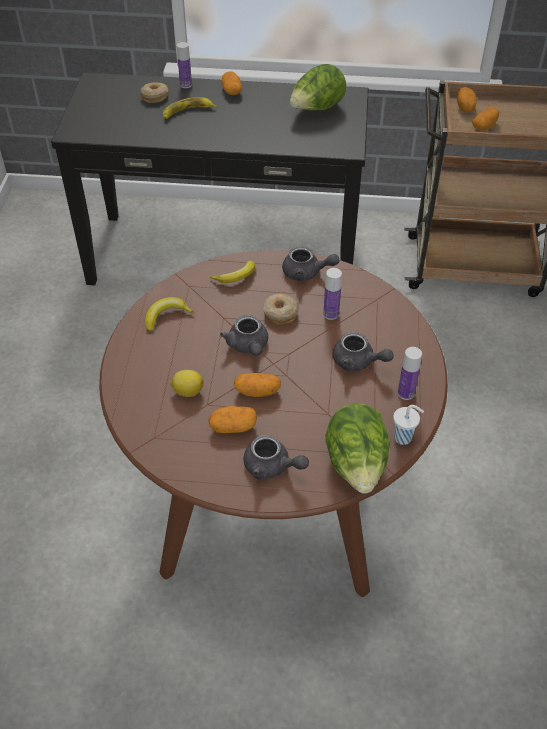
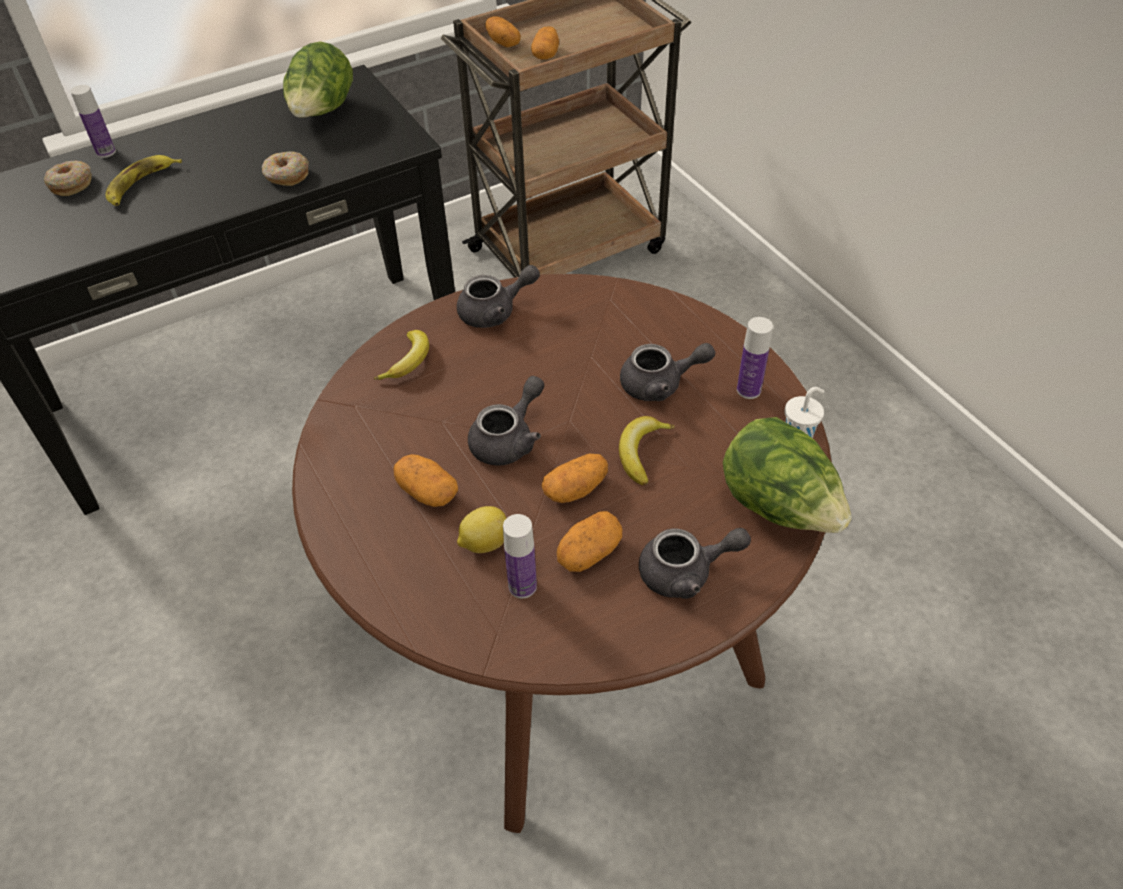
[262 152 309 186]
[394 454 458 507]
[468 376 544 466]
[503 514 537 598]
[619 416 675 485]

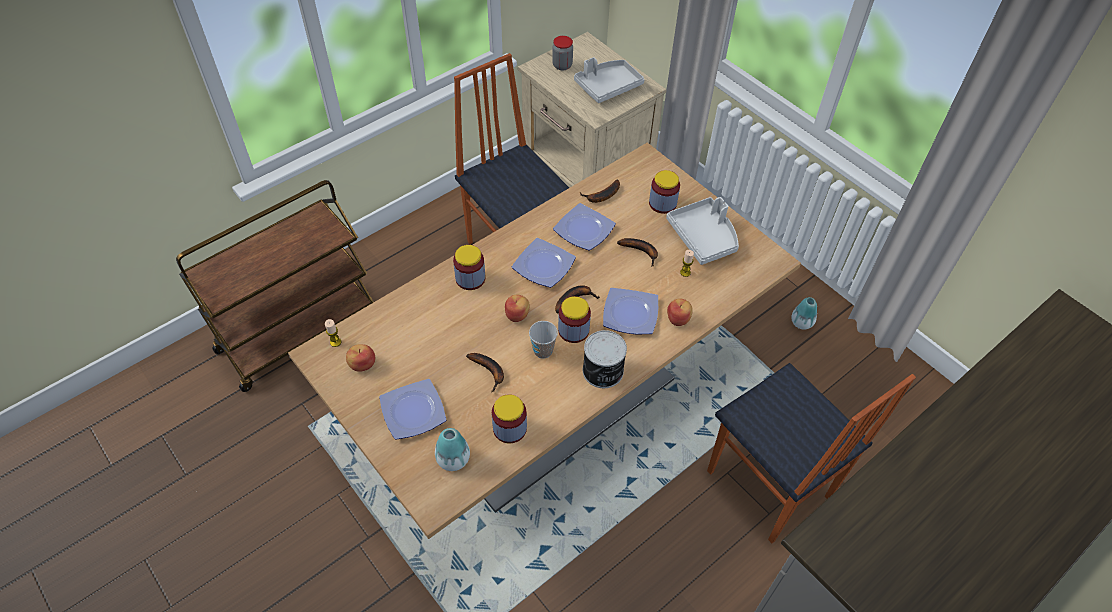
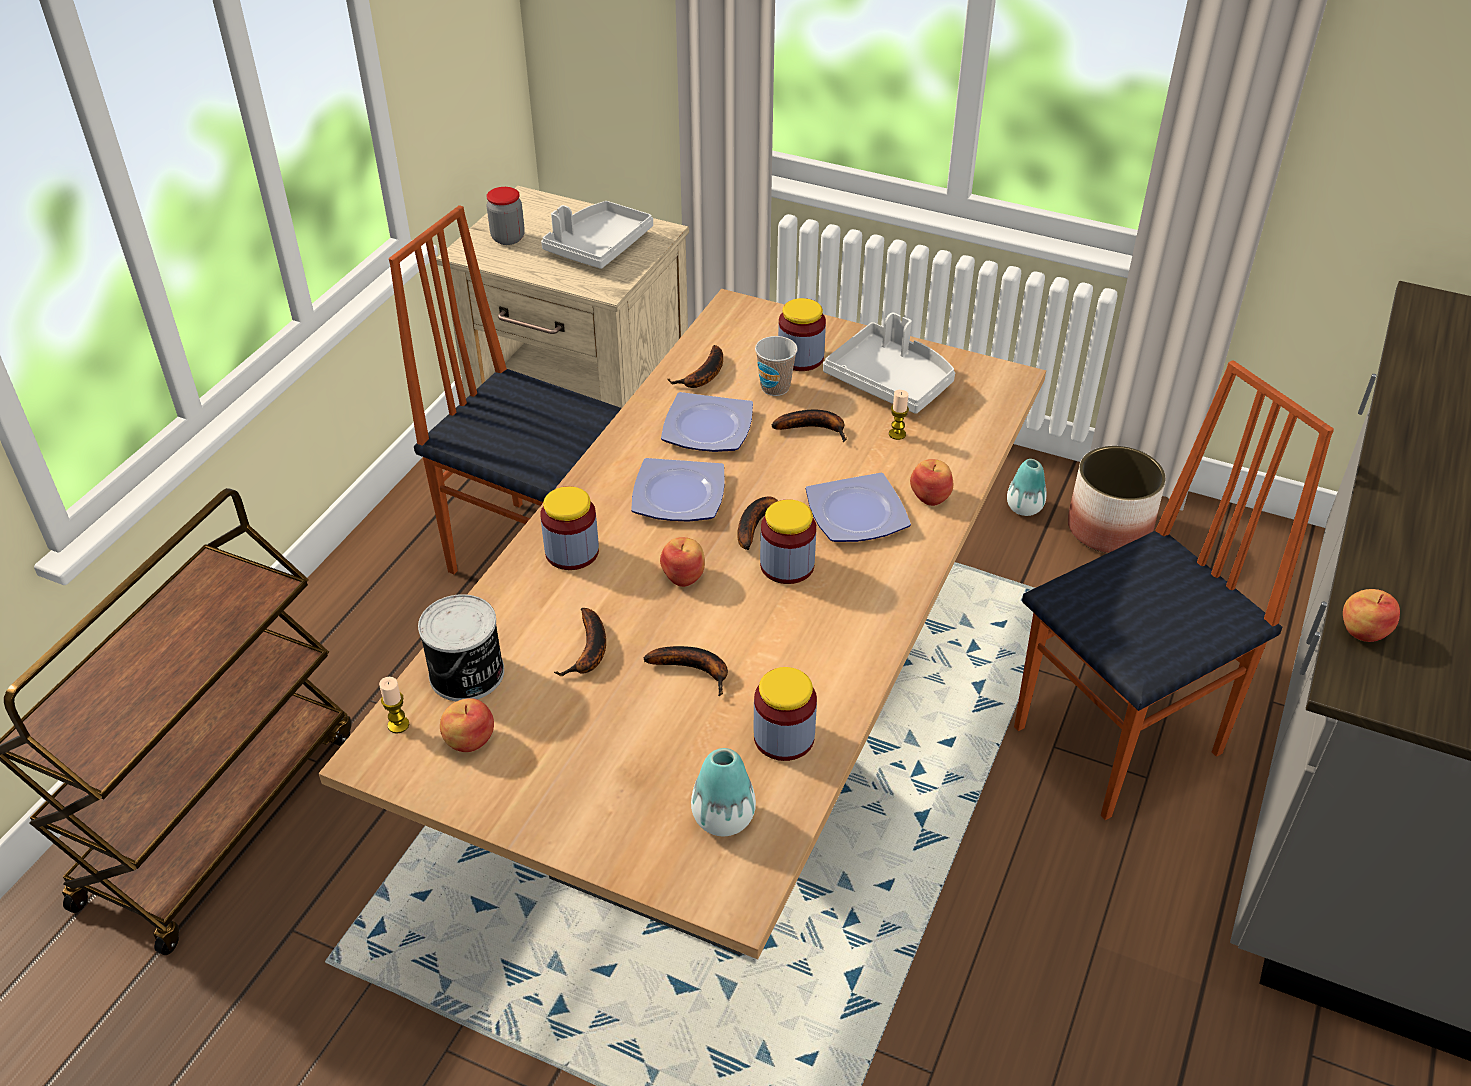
[418 594 504 701]
[554 608 606 676]
[755 336 798 396]
[1014 360 1334 820]
[1068 446 1166 553]
[1343 589 1400 642]
[379 379 446 440] (first image)

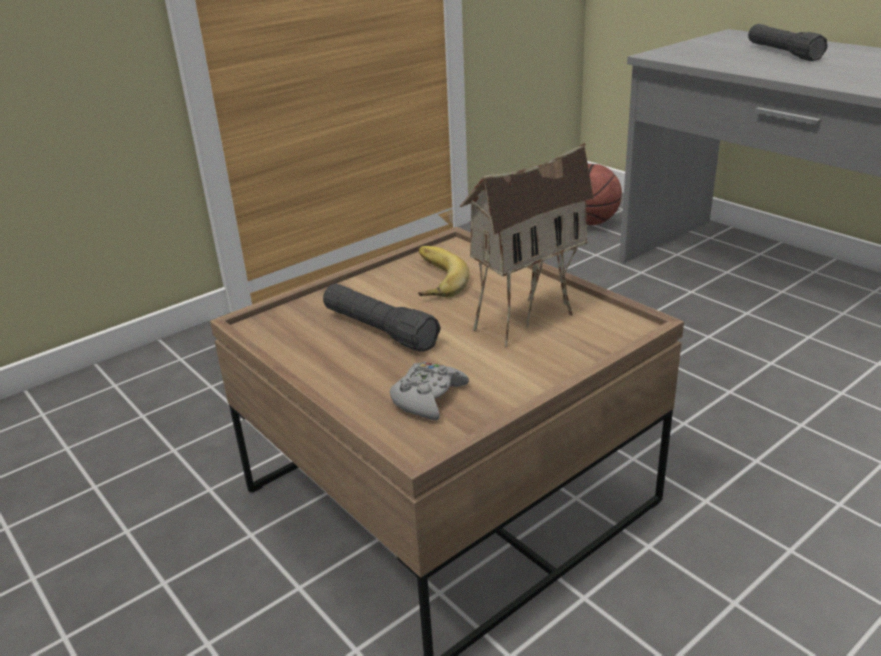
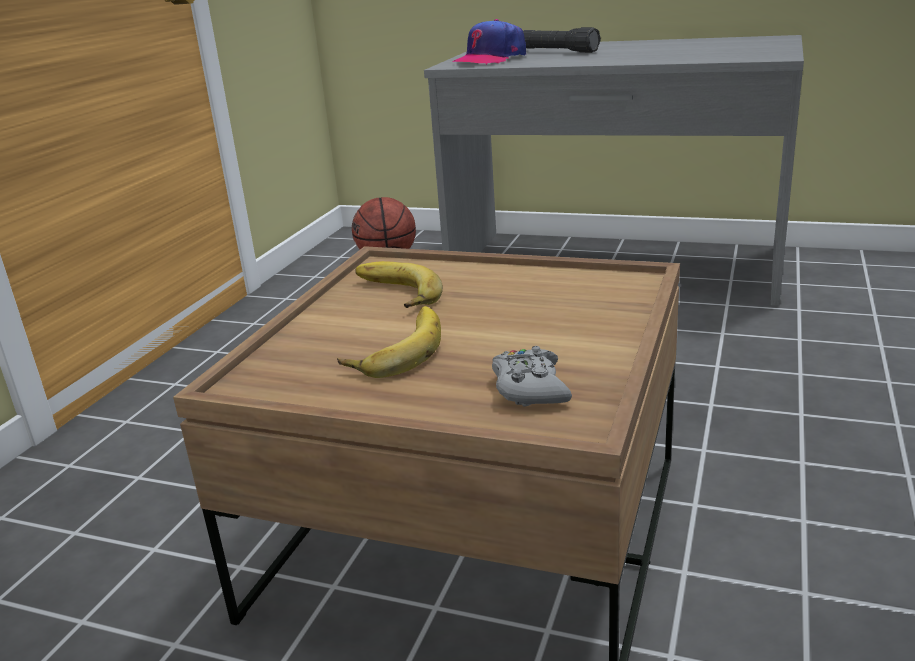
[337 306 441 378]
[453 19 526 65]
[460 143 594 347] (first image)

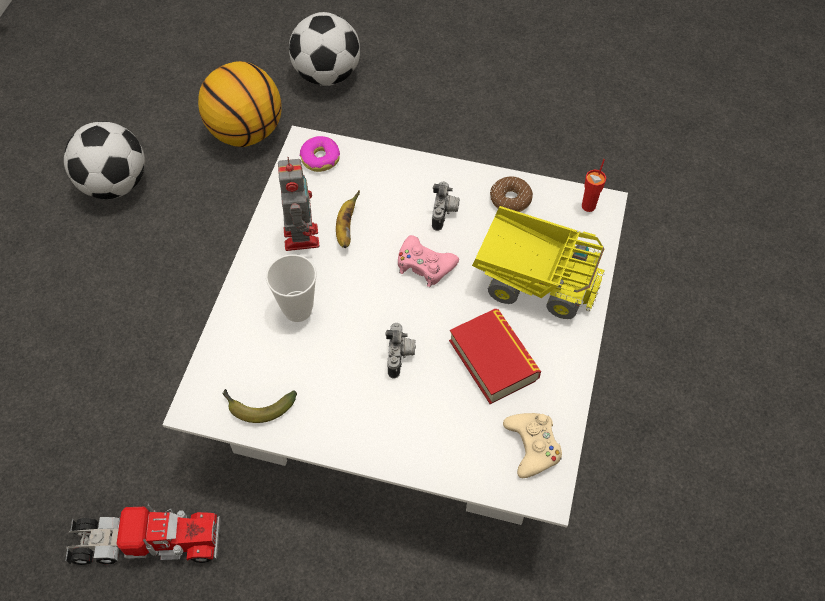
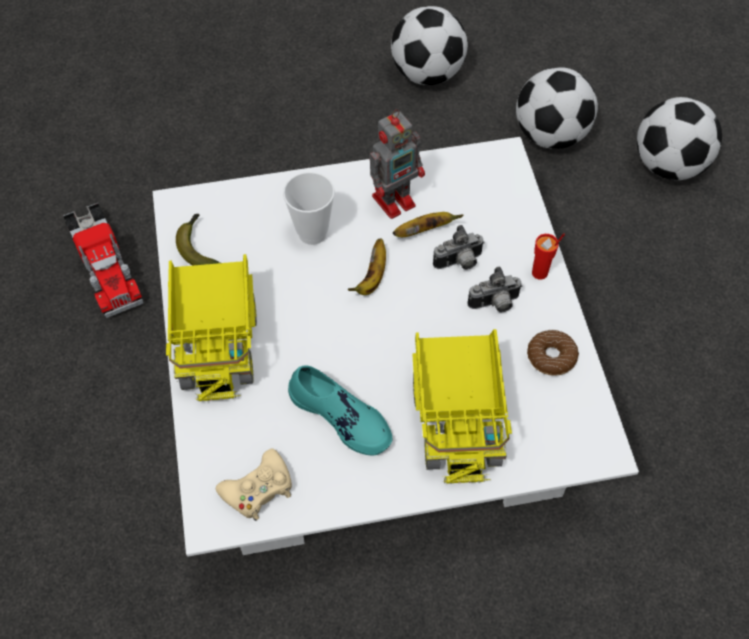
[166 254 257 401]
[288 365 392 455]
[348 239 386 295]
[433 225 485 270]
[516 67 598 149]
[532 233 565 280]
[300 136 340 172] (first image)
[398 235 459 287] (first image)

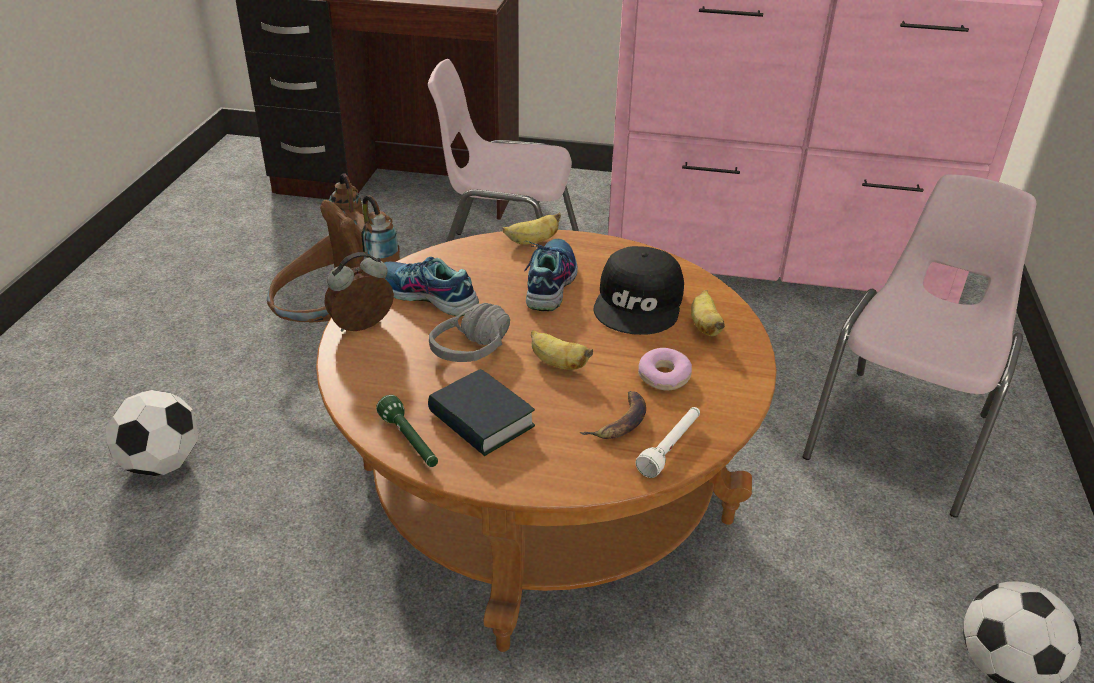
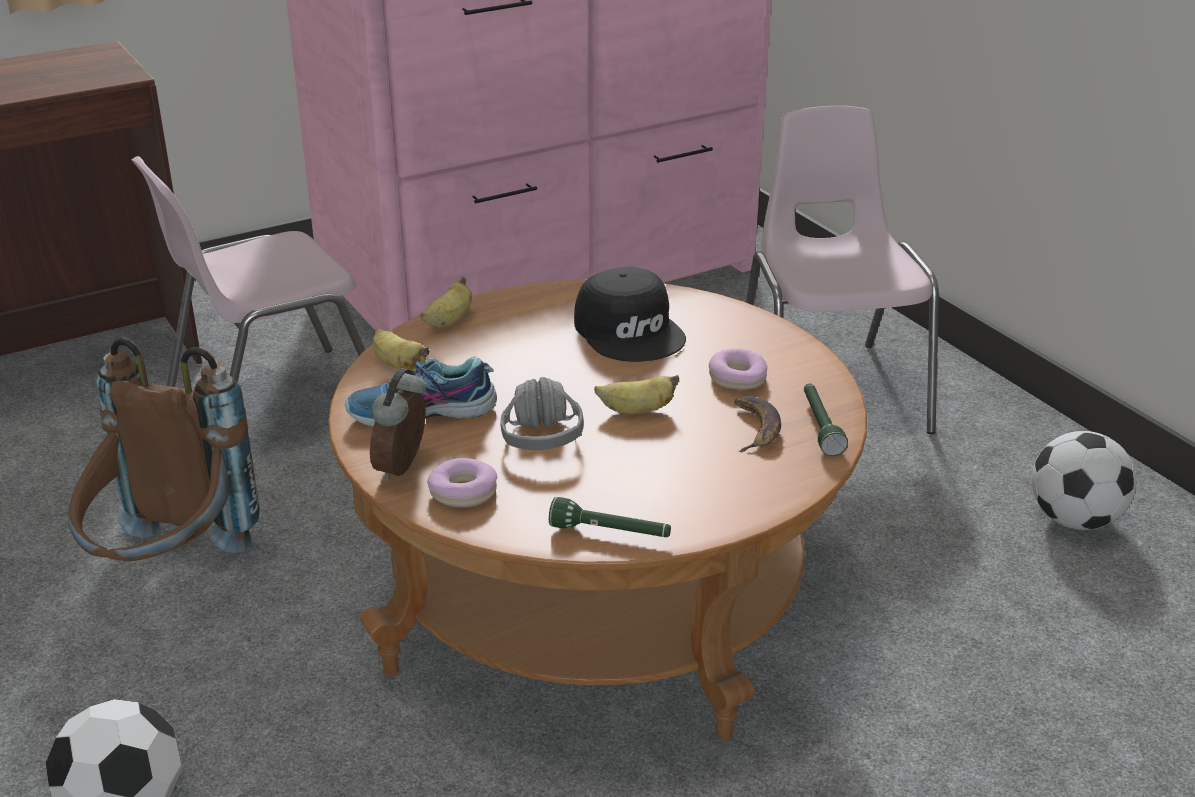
[373 328 430 371]
[427 458 497 508]
[804 384 848 456]
[428 369 535 456] (first image)
[524 239 578 311] (first image)

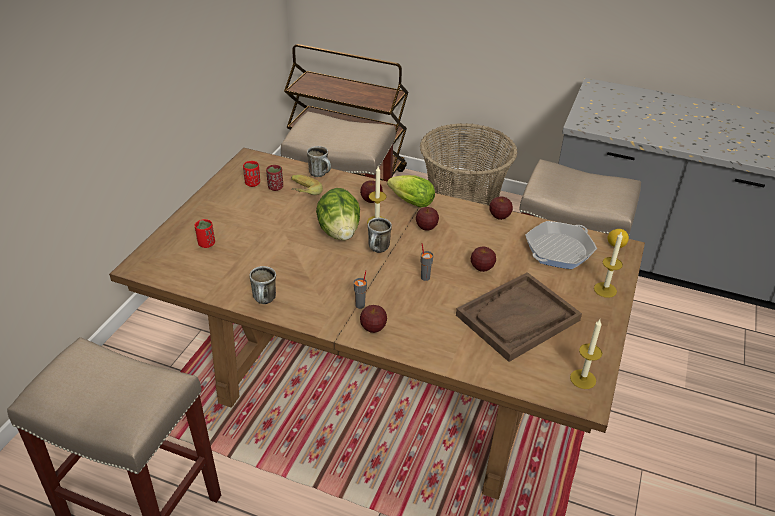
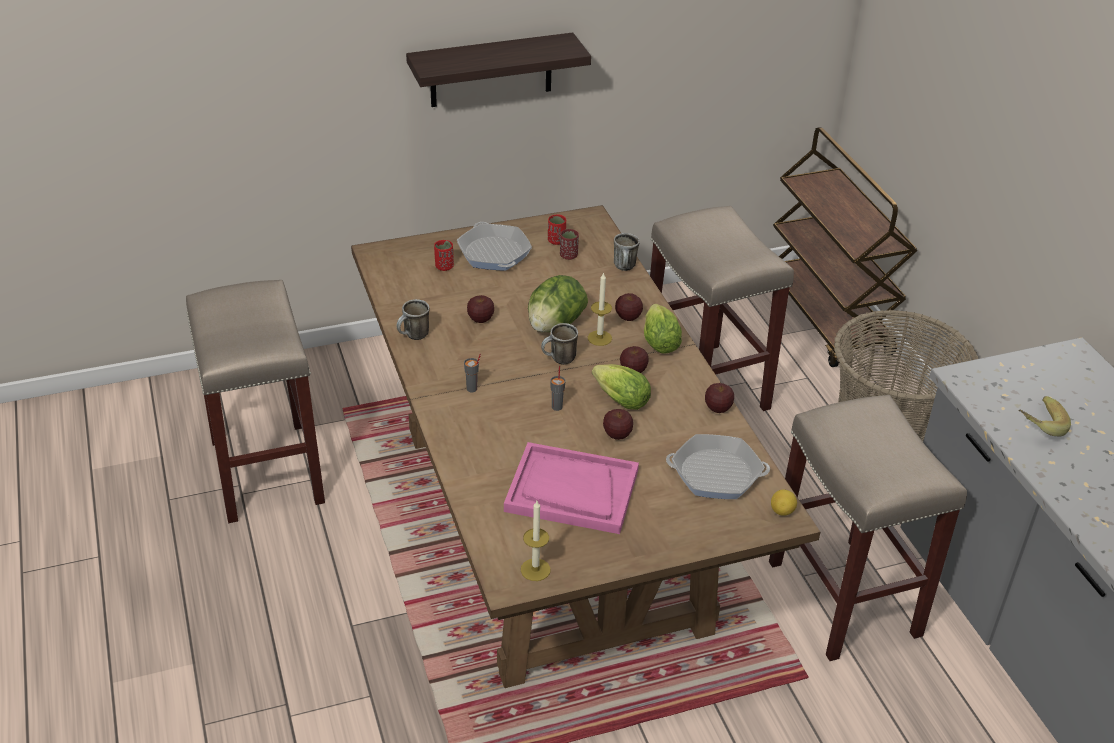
[406 33 591 107]
[457 222 532 271]
[467 295 494 323]
[504 442 639 534]
[592 364 651 410]
[1018 396 1071 437]
[594 231 623 298] (first image)

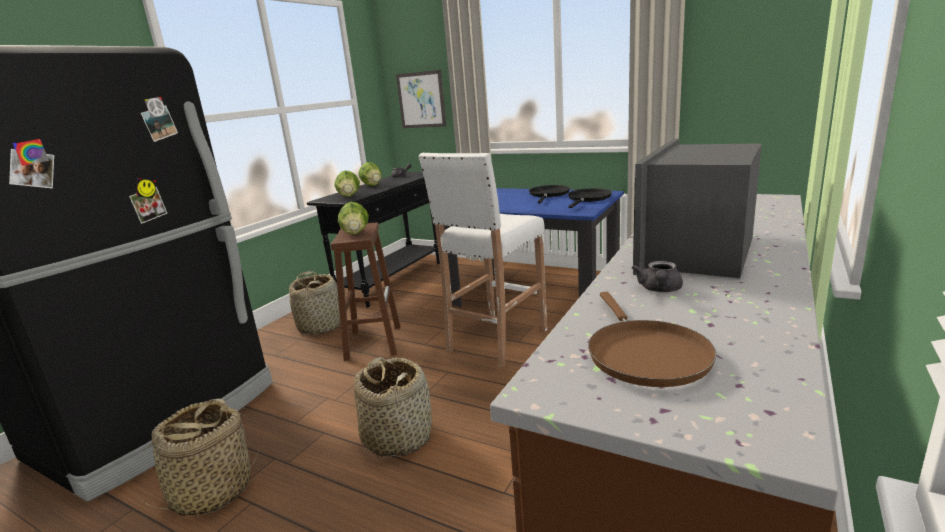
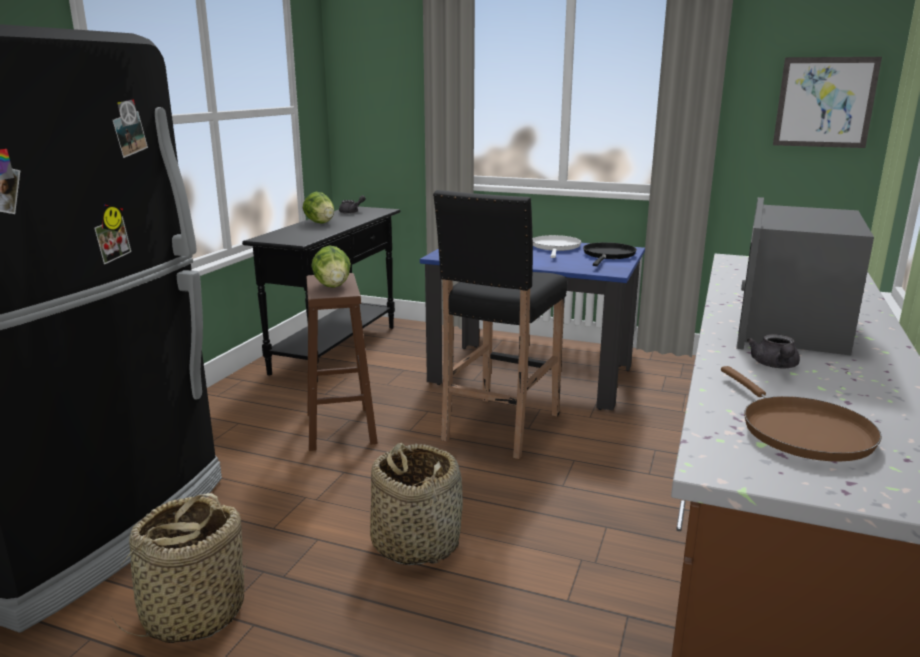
[433 190 567 459]
[533 235 582 258]
[773 57 882 148]
[289 271 340 335] (first image)
[334 170 360 197] (first image)

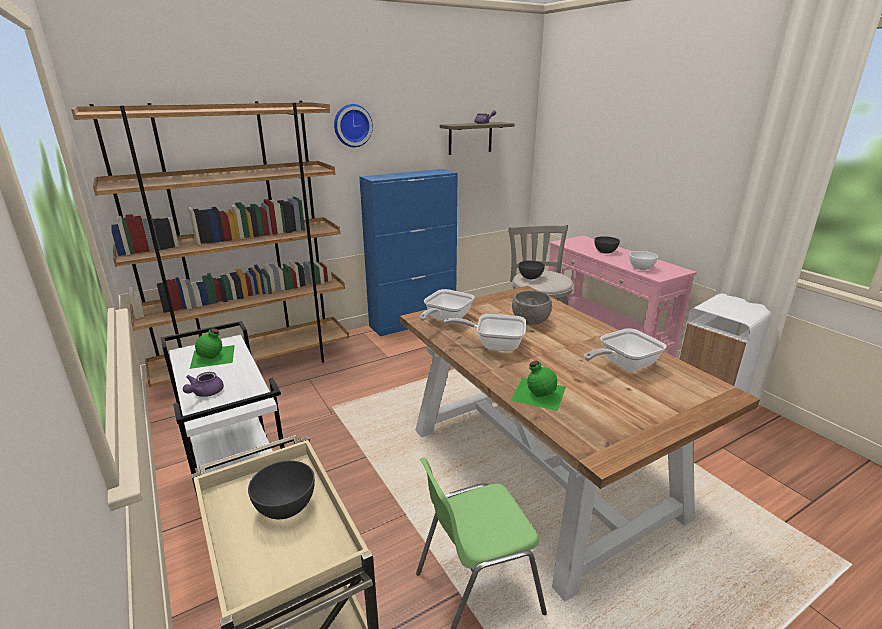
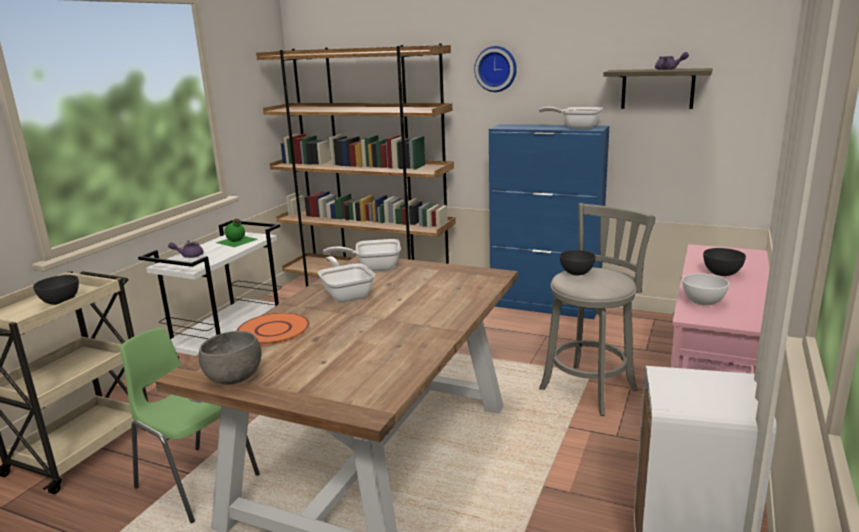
[199 331 262 385]
[237 313 309 345]
[539 107 603 129]

